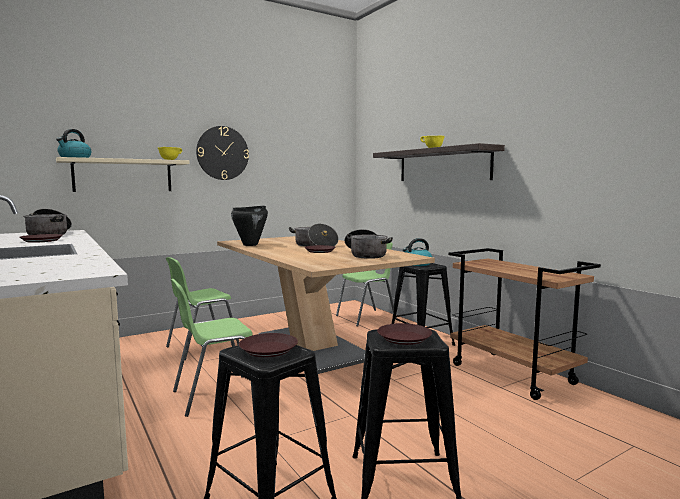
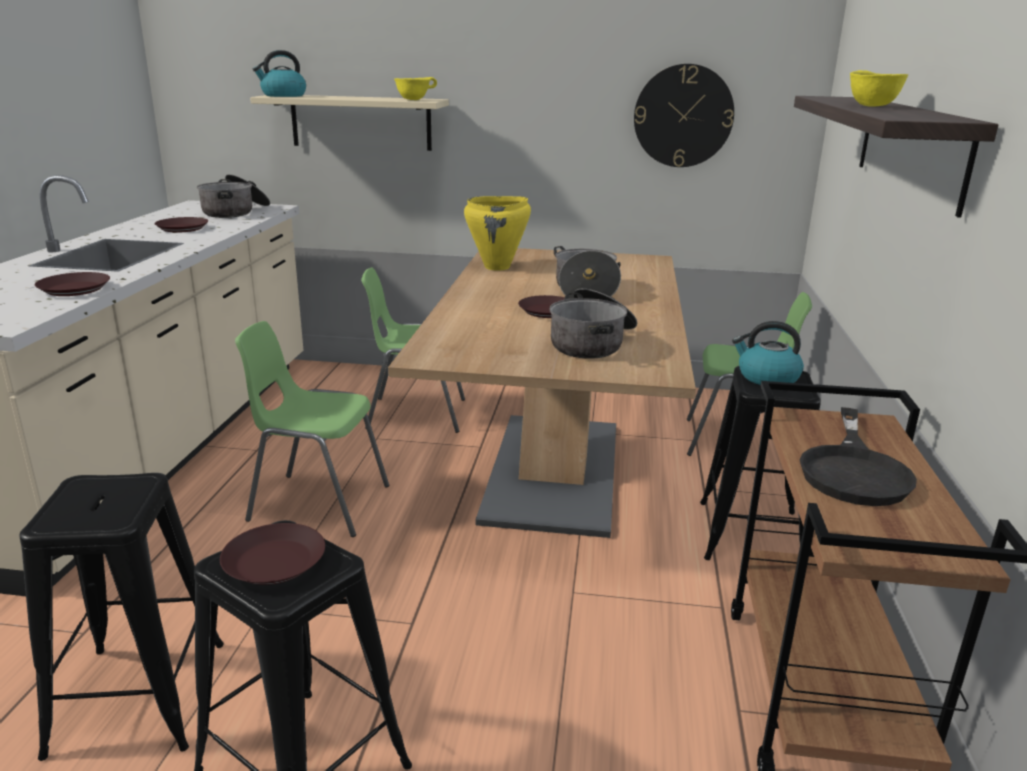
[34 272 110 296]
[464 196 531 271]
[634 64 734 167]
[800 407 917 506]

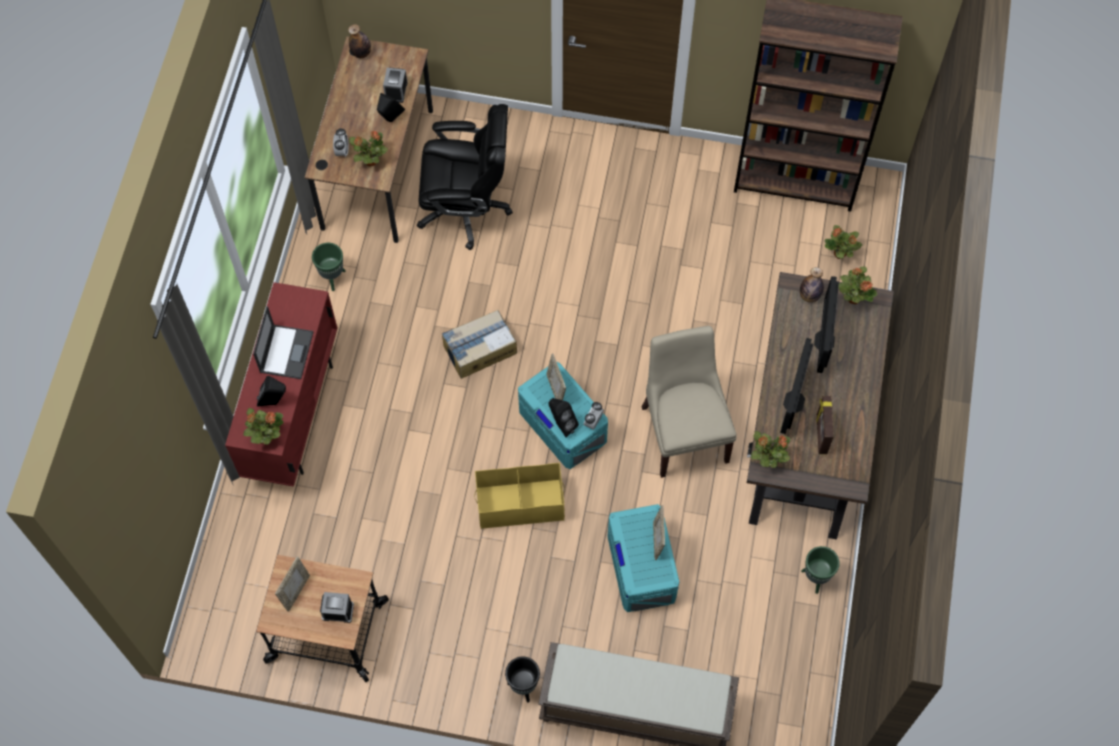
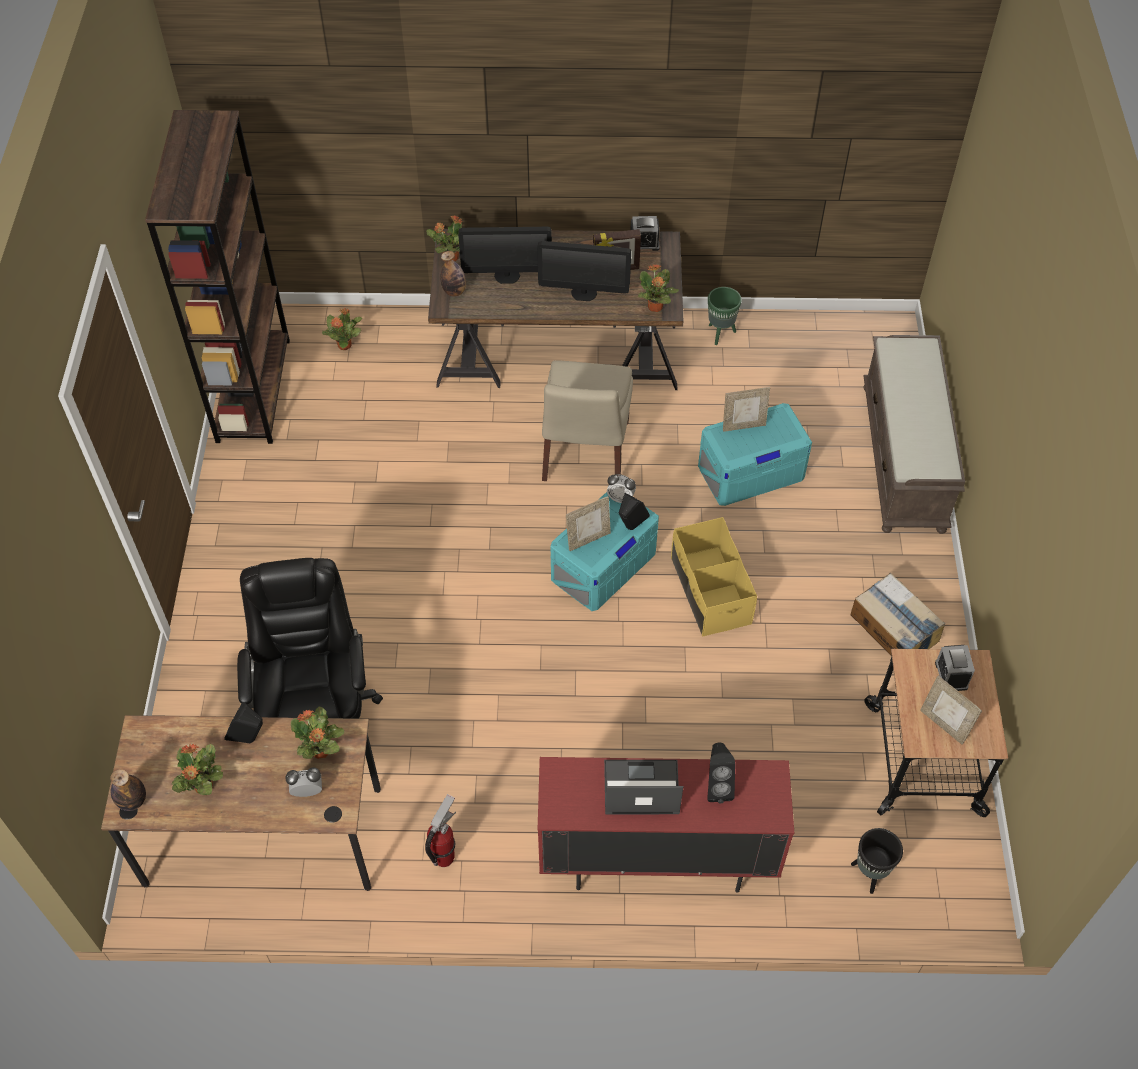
[172 743 223 795]
[425 794 456 867]
[542 360 633 481]
[630 216 660 251]
[850 573 945 656]
[851 828 903 894]
[920 676 982 745]

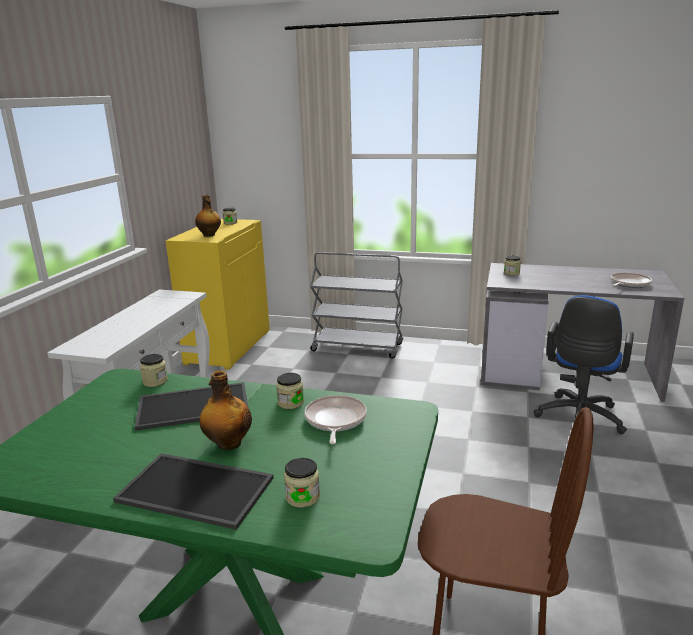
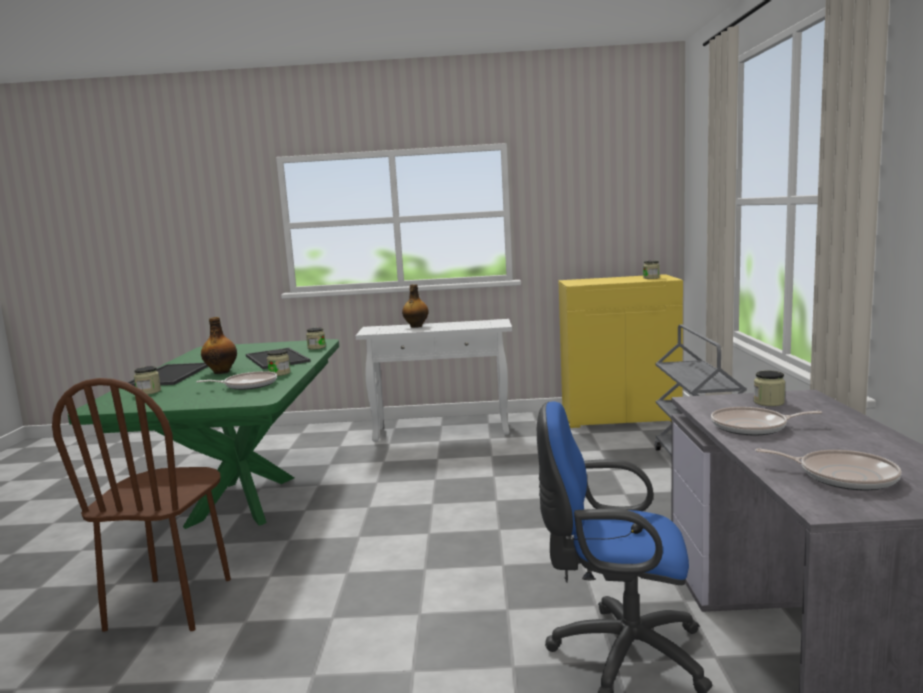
[402 284 429 328]
[711 407 823 435]

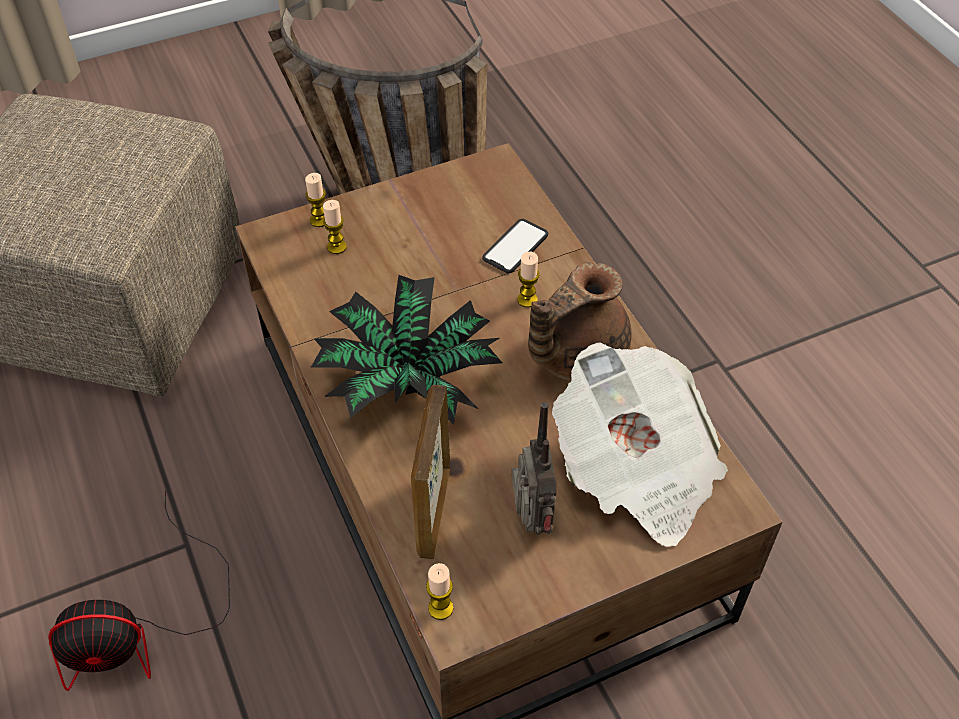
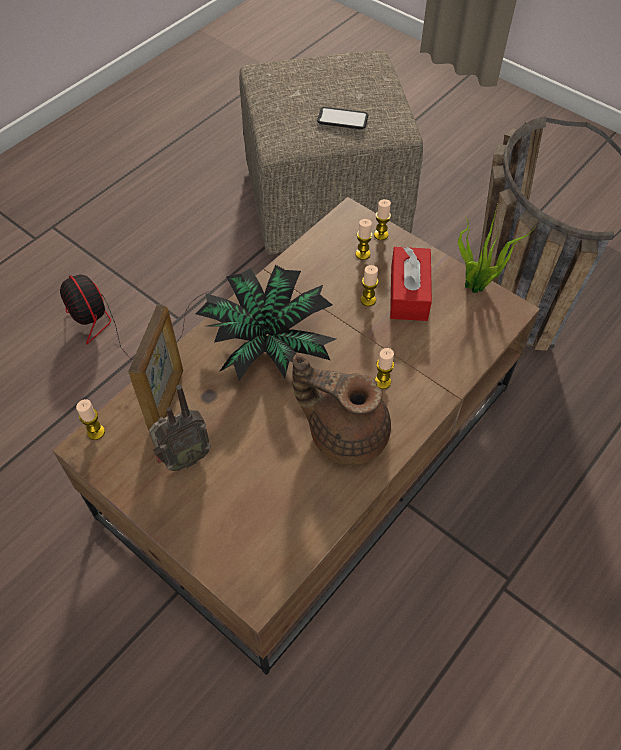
[128 305 183 431]
[317 107 368 129]
[360 265 378 306]
[390 247 432 321]
[458 204 535 293]
[552 342 728 547] (first image)

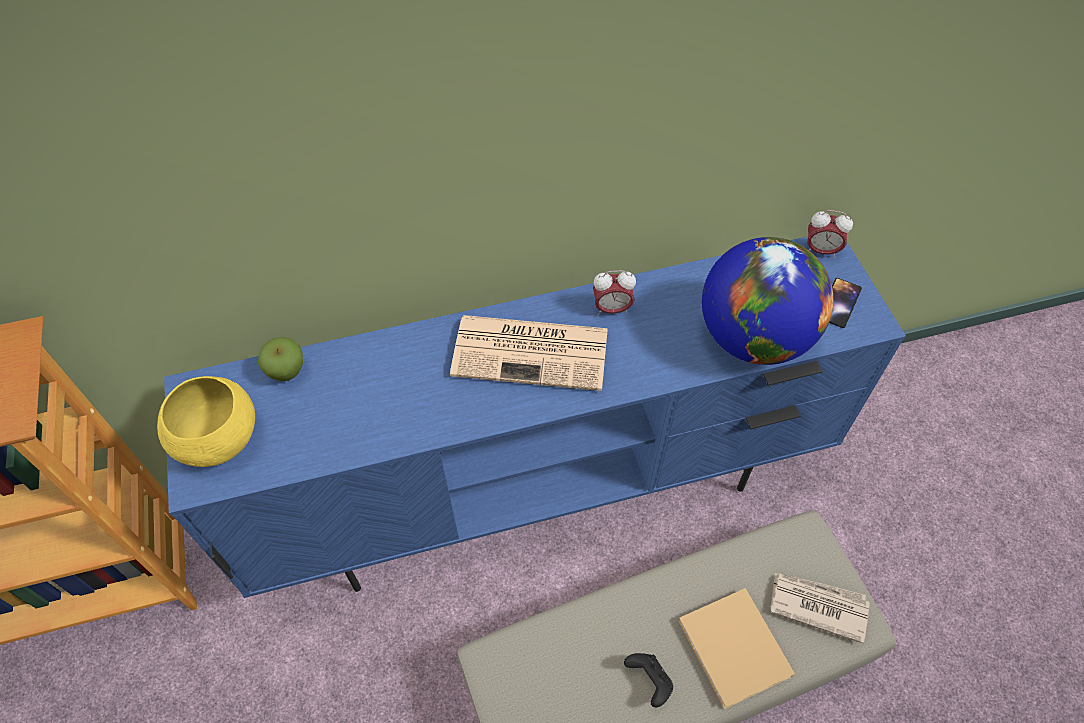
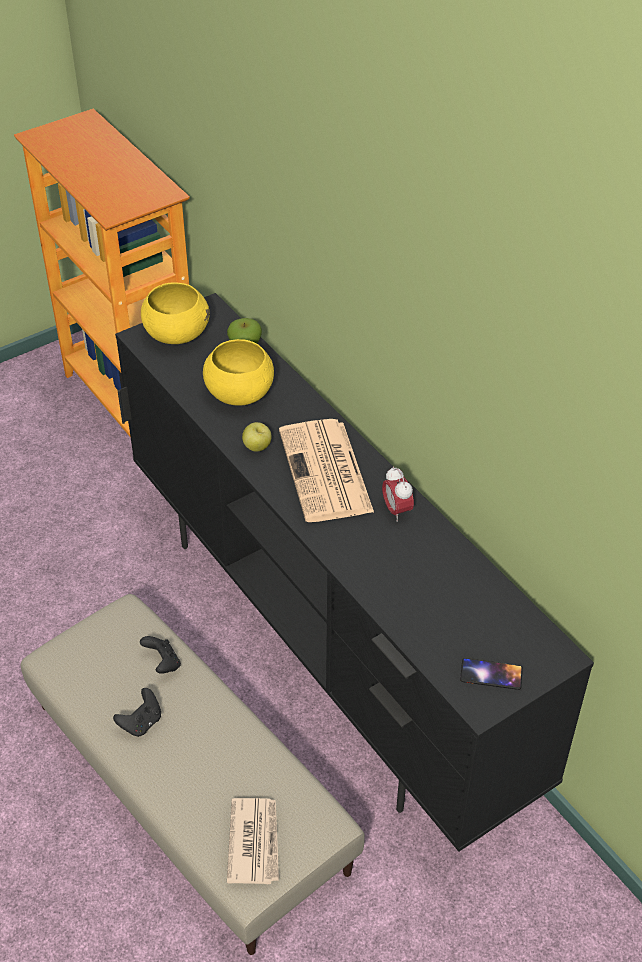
[115 293 594 852]
[140 636 181 674]
[203 339 274 406]
[242 422 272 452]
[678 588 795 710] (first image)
[702 237 834 365] (first image)
[807 210 853 258] (first image)

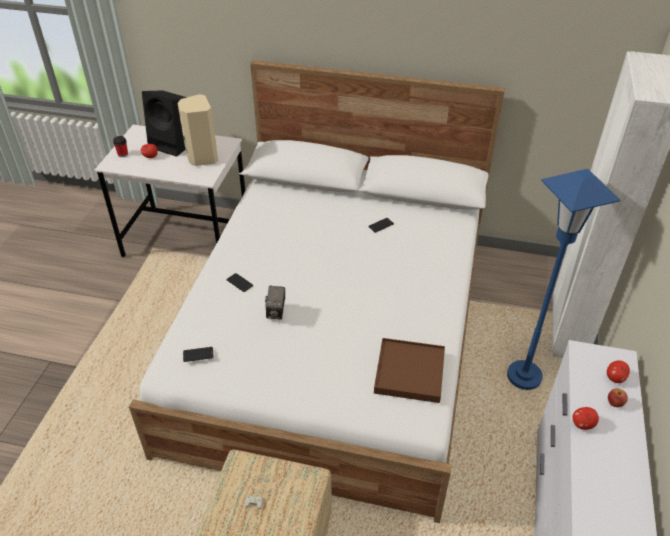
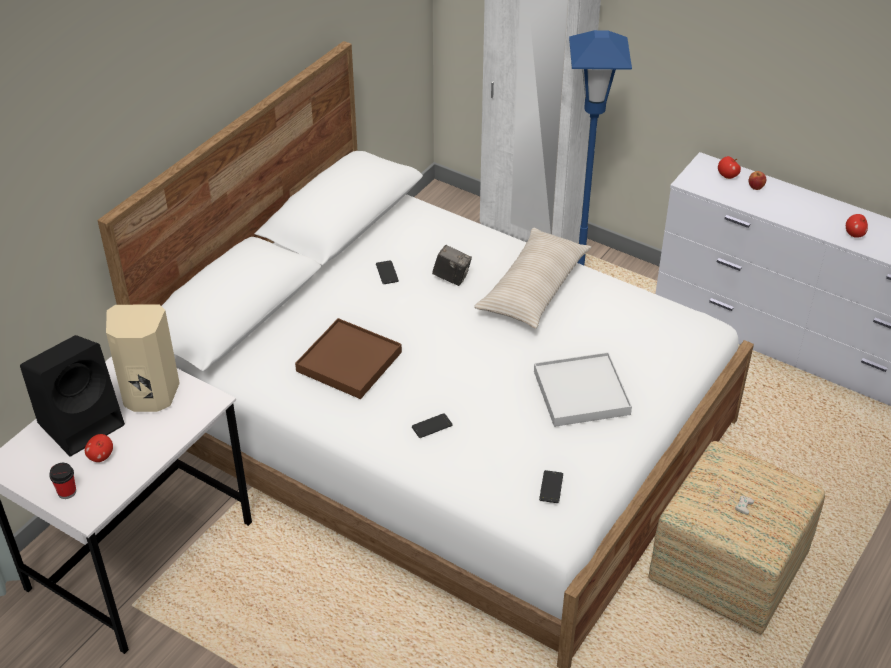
[295 318 402 399]
[432 245 472 286]
[474 228 591 329]
[534 352 632 427]
[846 214 868 238]

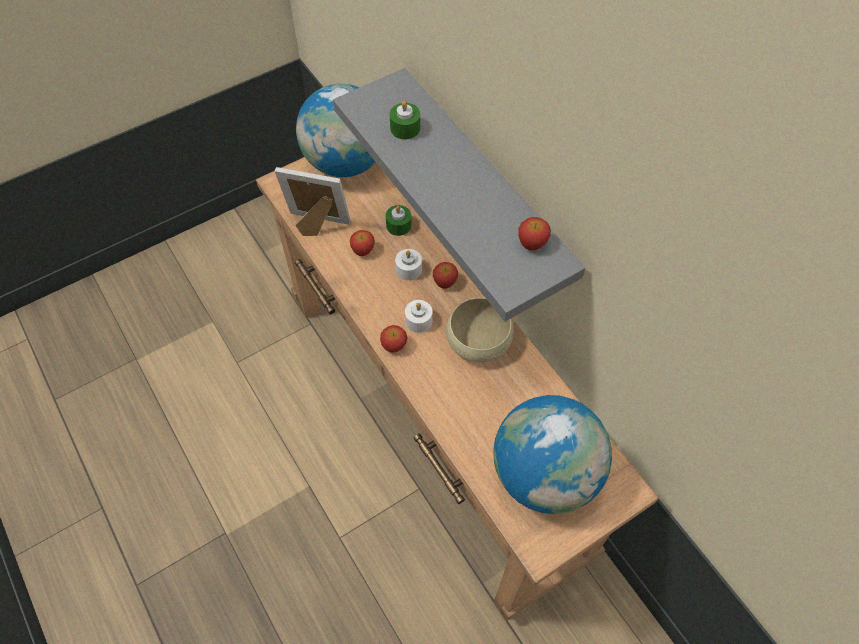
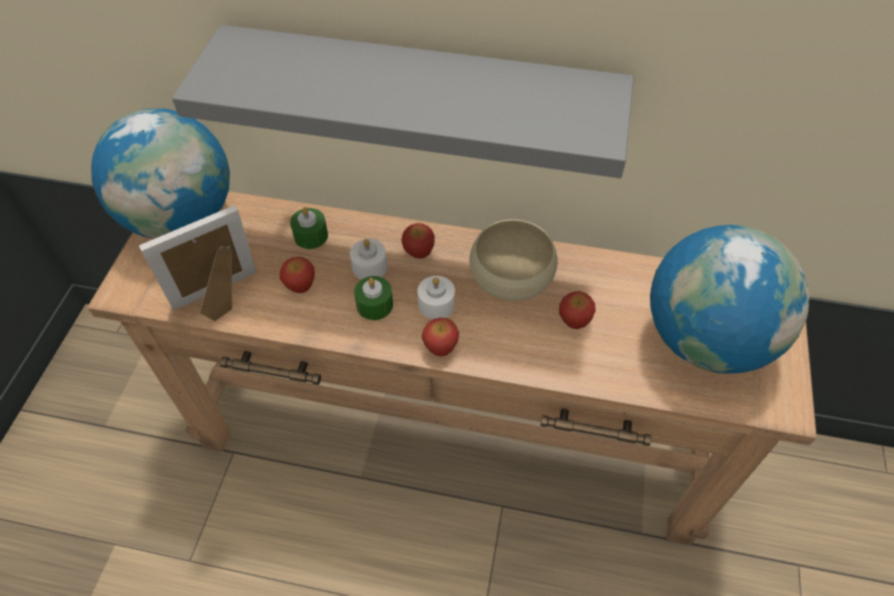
[354 276 393 320]
[559 291 595 329]

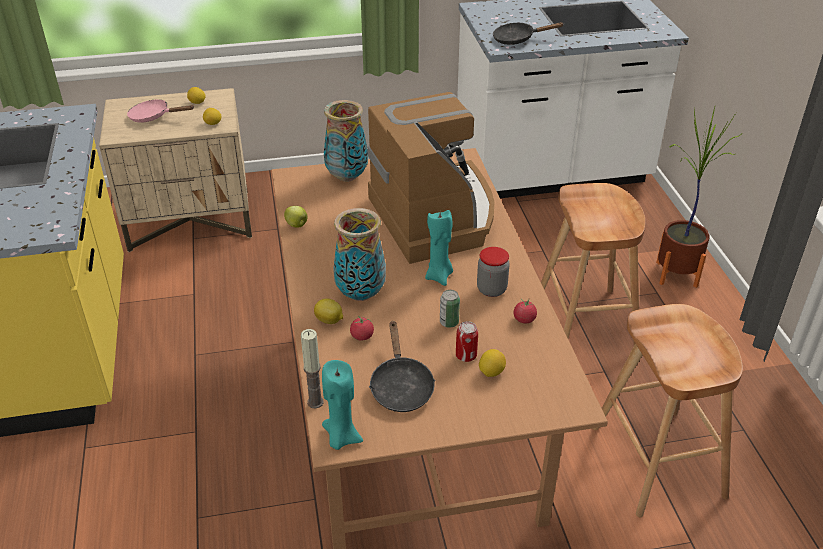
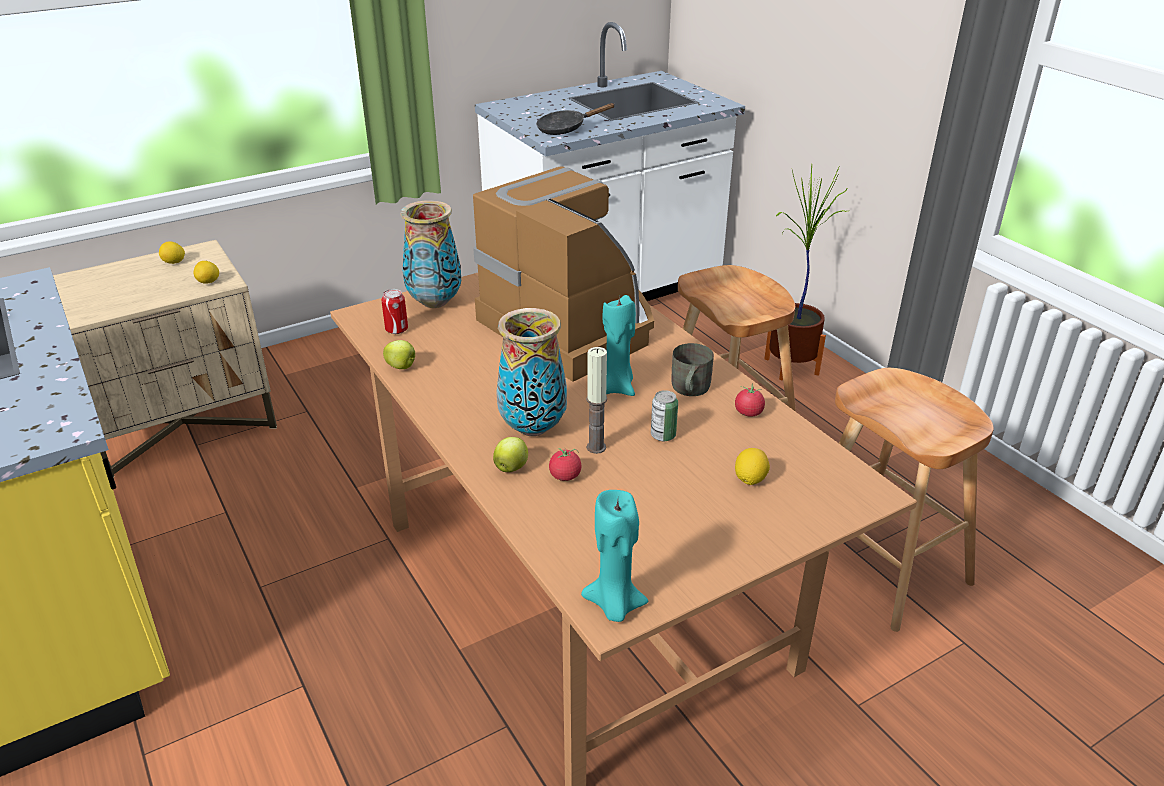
[381 289 408 334]
[493 437 528 472]
[586 347 607 454]
[671 343 714 396]
[127 99 194 123] (first image)
[369 321 435 412] (first image)

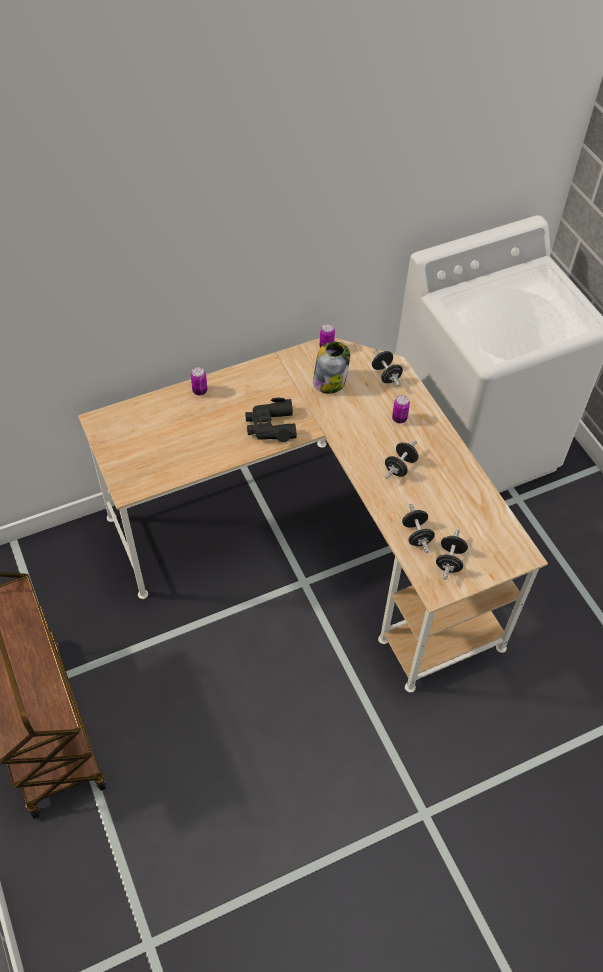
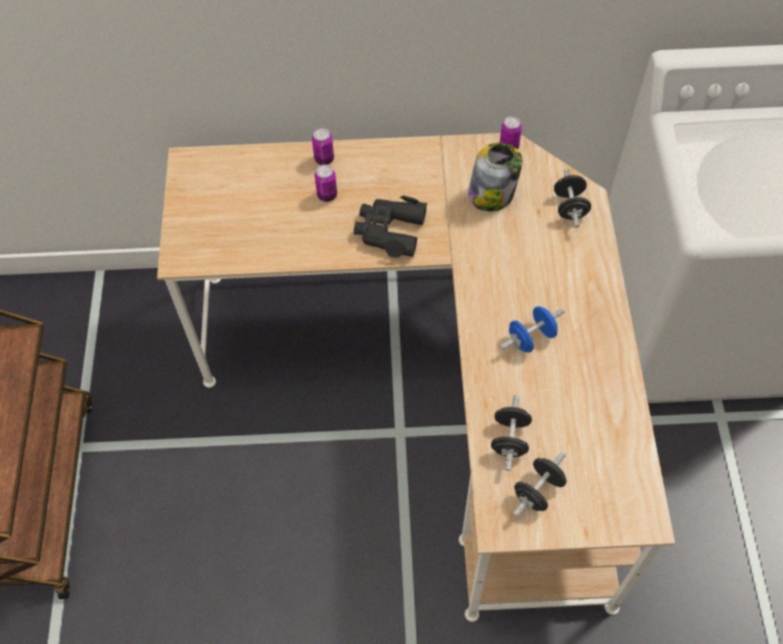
[315 165 337 202]
[500 306 565 353]

